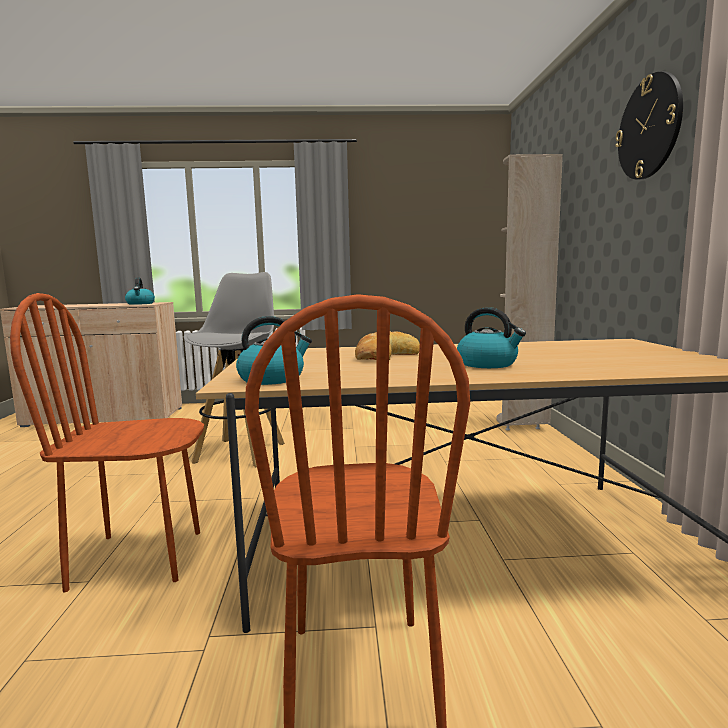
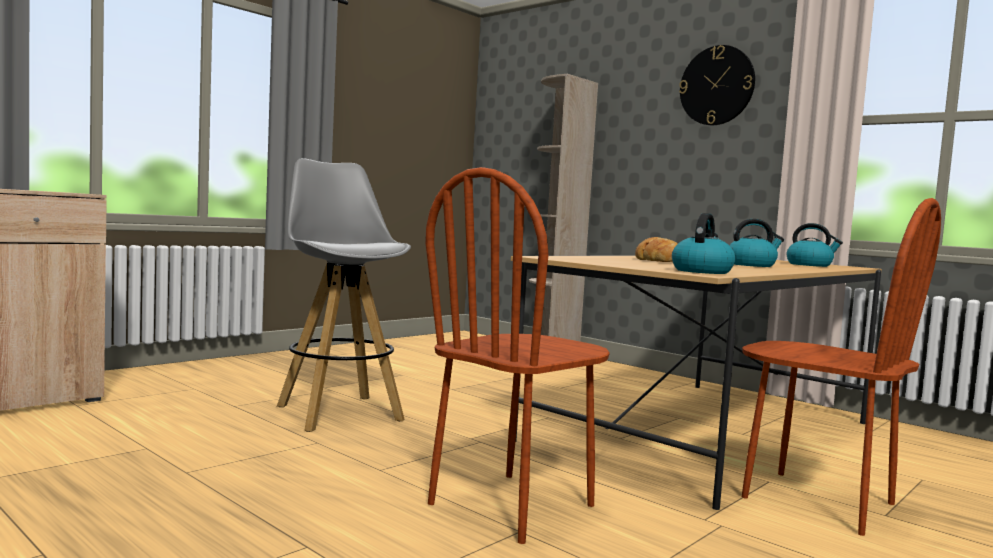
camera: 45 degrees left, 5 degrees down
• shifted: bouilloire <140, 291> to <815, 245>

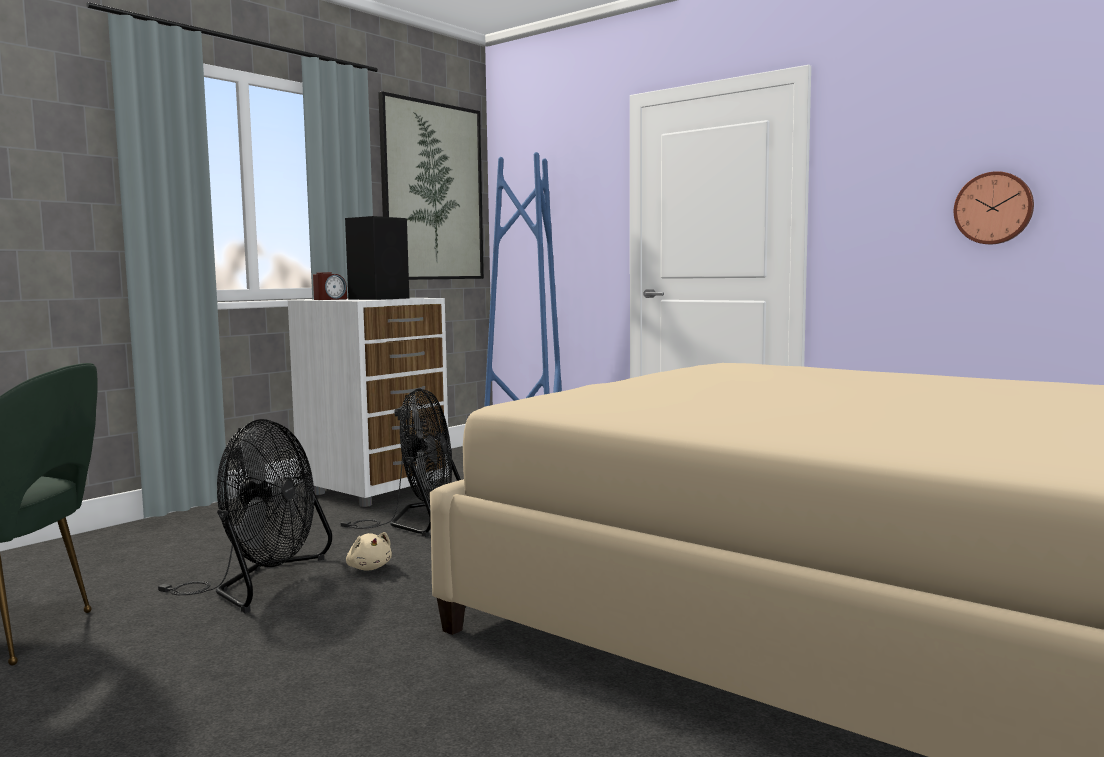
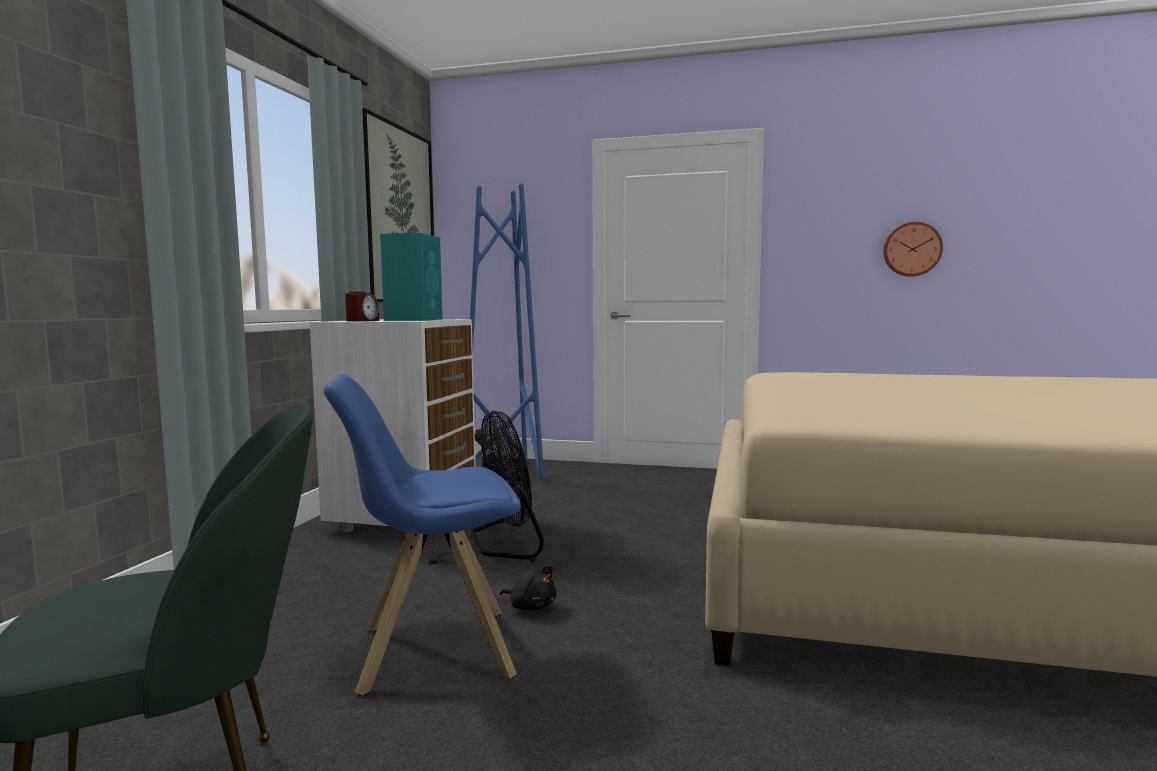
camera: 25 degrees left, 0 degrees up
• swapped: ventilateur [noir] <245, 516> to chaise [bleu] <422, 535>
• repainted: enceinte [noir] <377, 258> to enceinte [turquoise] <411, 277>
• repainted: peluche [beige] <369, 551> to peluche [noir] <528, 588>

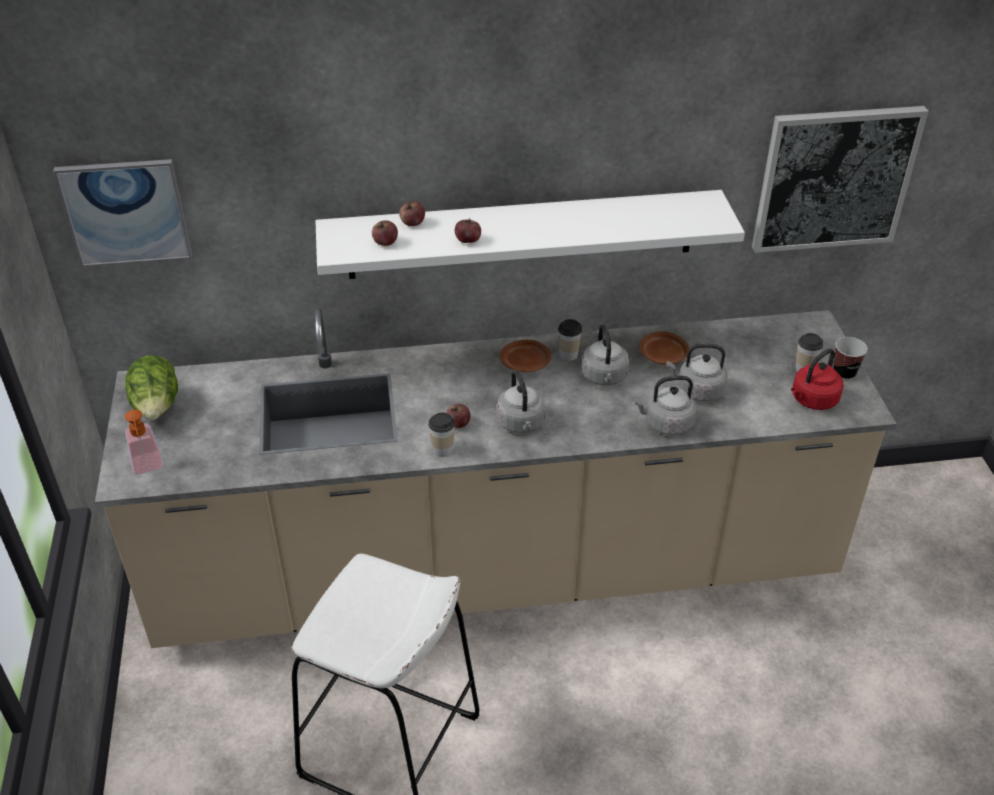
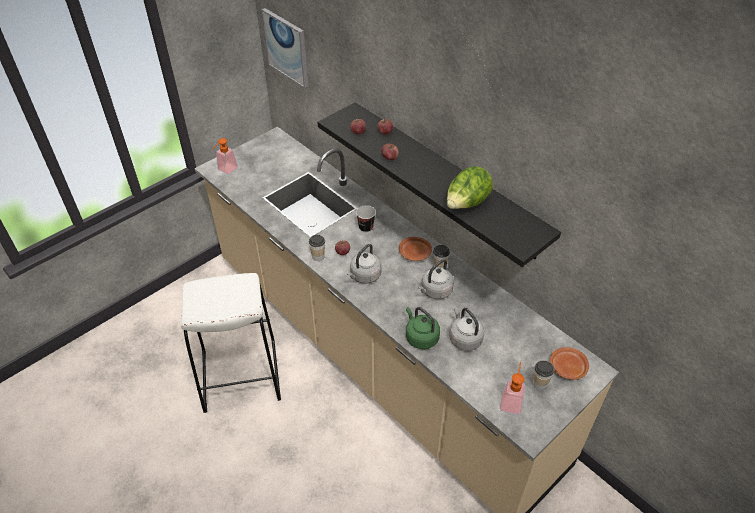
camera: 55 degrees right, 5 degrees up
• shifted: laitue <151, 387> to <470, 187>
• repainted: étagère [blanc] <530, 234> to étagère [noir] <439, 184>
• repainted: bouilloire [gris] <665, 405> to bouilloire [vert] <423, 328>
• shifted: assiette [marron] <664, 348> to <569, 363>
• gone: tableau <840, 179>
• swapped: bouilloire [rouge] <817, 379> to distributeur de savon <512, 388>
• shifted: tasse <850, 358> to <366, 218>

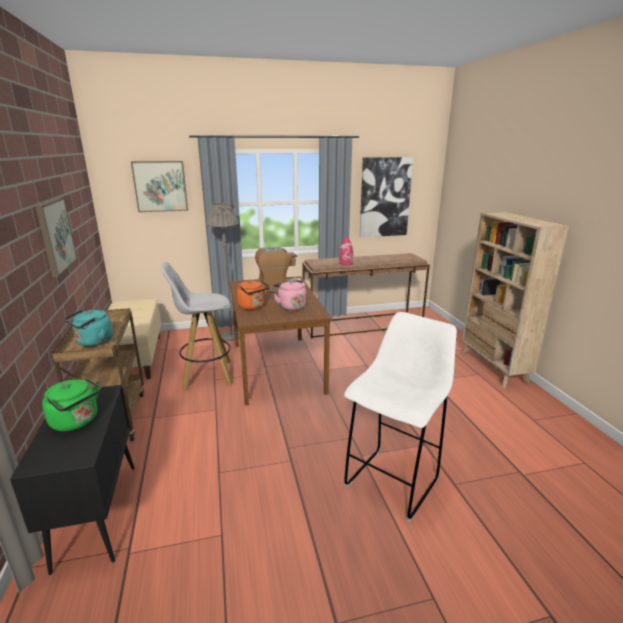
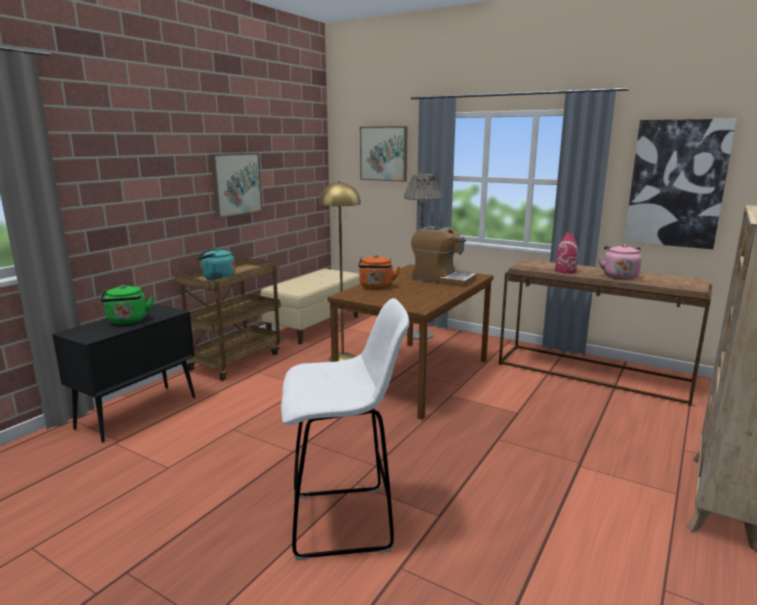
camera: 45 degrees right, 5 degrees down
• swapped: tabouret [blanc] <196, 326> to lampadaire [jaune] <340, 271>
• shifted: bouilloire [rose] <290, 295> to <619, 261>

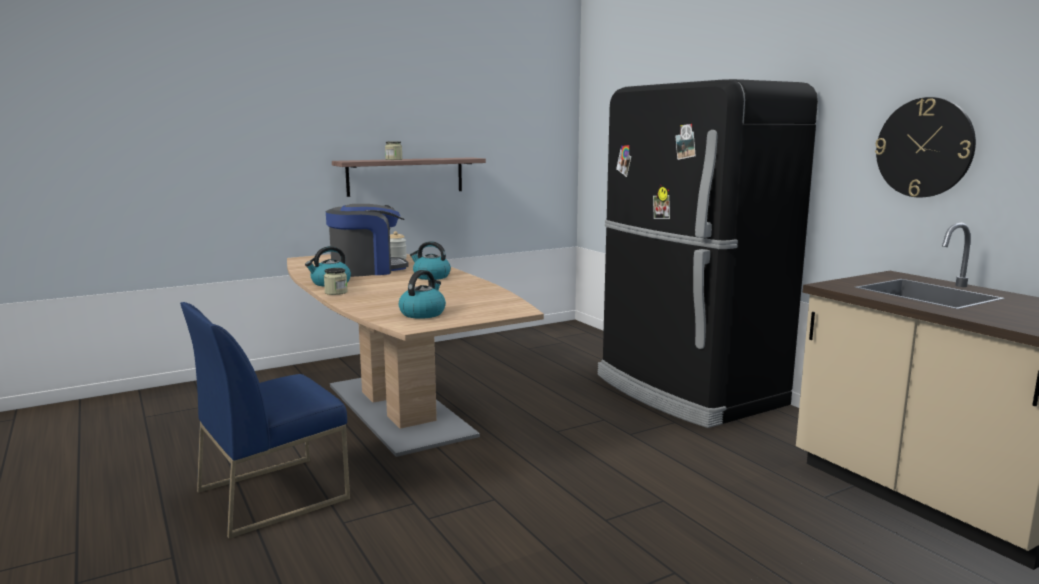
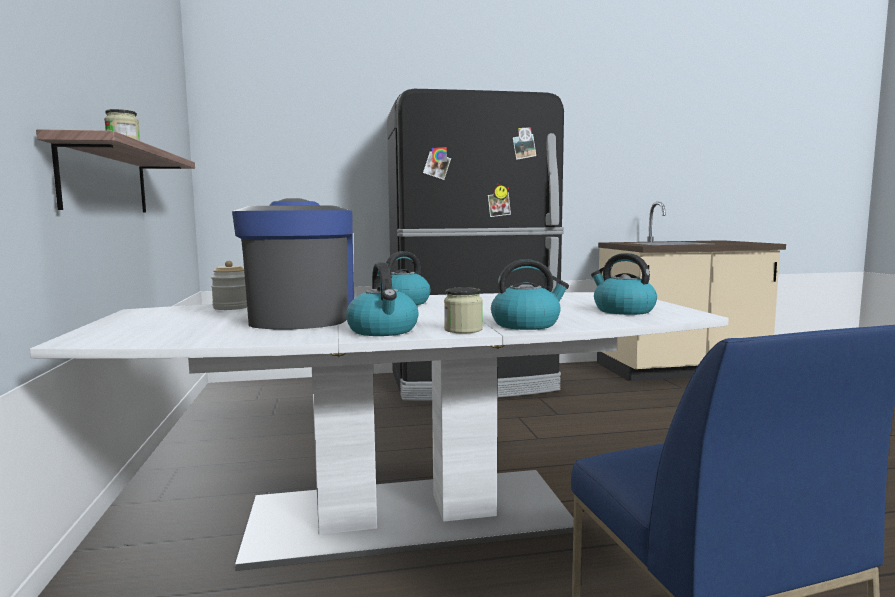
camera: 70 degrees left, 5 degrees down
• repainted: table à manger [marron] <415, 355> to table à manger [blanc] <379, 431>
• gone: horloge murale <925, 147>
• new: bouilloire <530, 294>

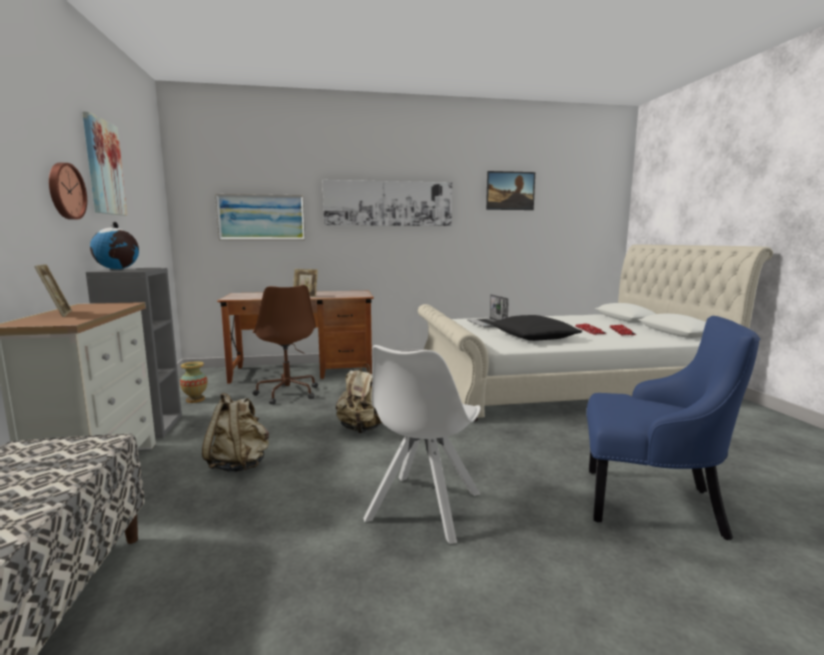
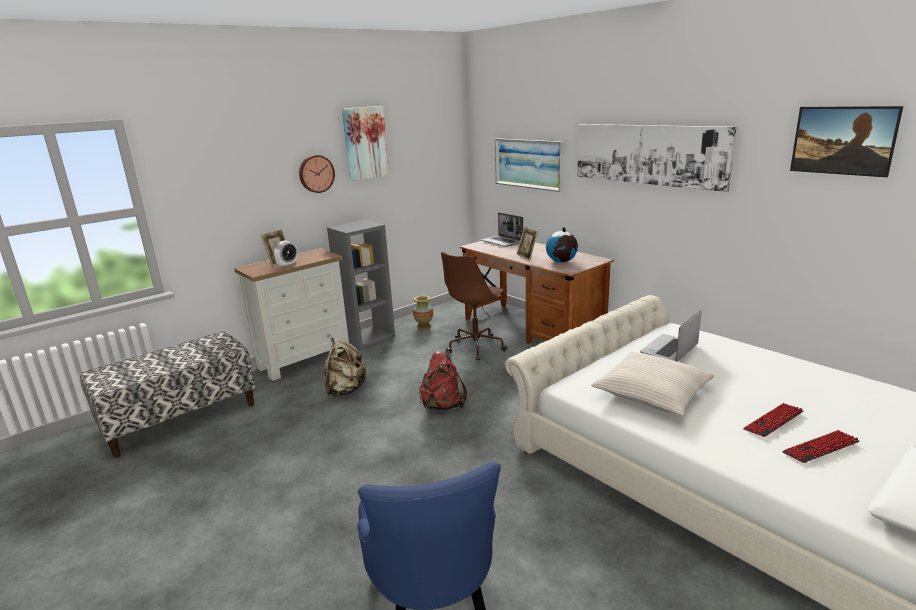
camera: 60 degrees right, 10 degrees up
• shifted: globe <114, 245> to <562, 245>
• repainted: sac à dos [beige] <359, 398> to sac à dos [rouge] <443, 381>
• gone: chaise [blanc] <422, 444>
• repainted: coussin [noir] <536, 328> to coussin [beige] <652, 384>
• new: réveil <286, 254>
• new: ordinateur portable <502, 229>

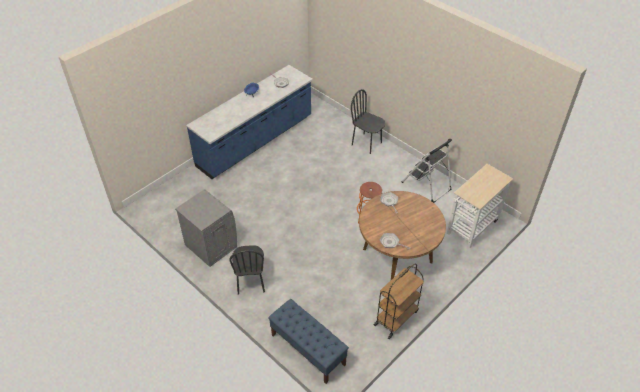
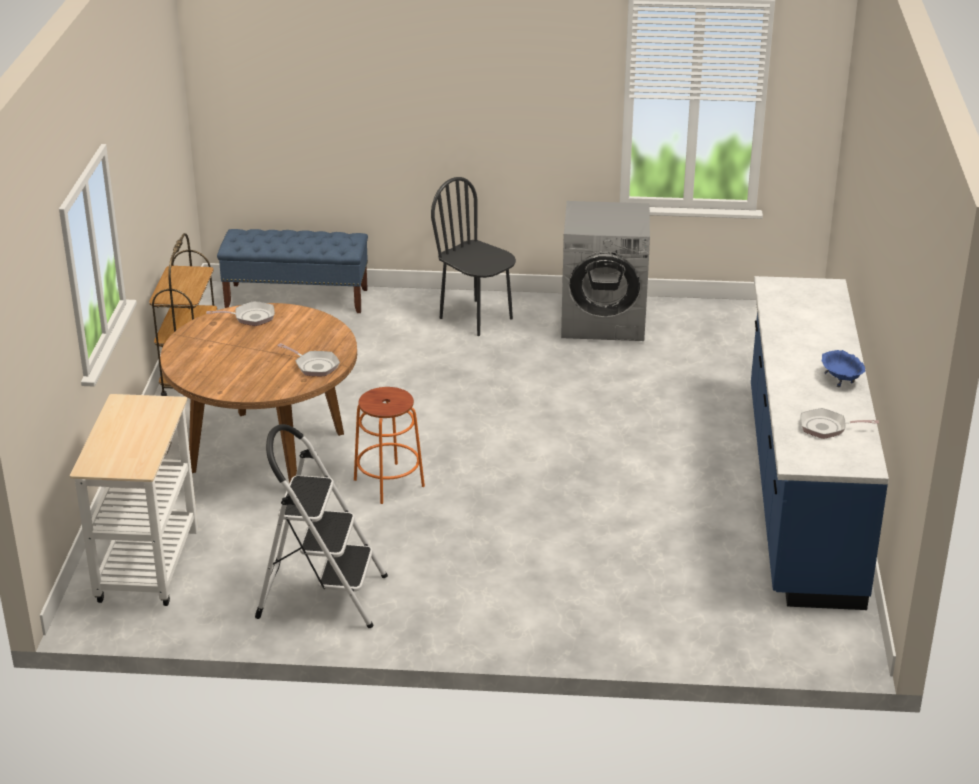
camera: 140 degrees right, 15 degrees down
• gone: chaise [noir] <368, 121>

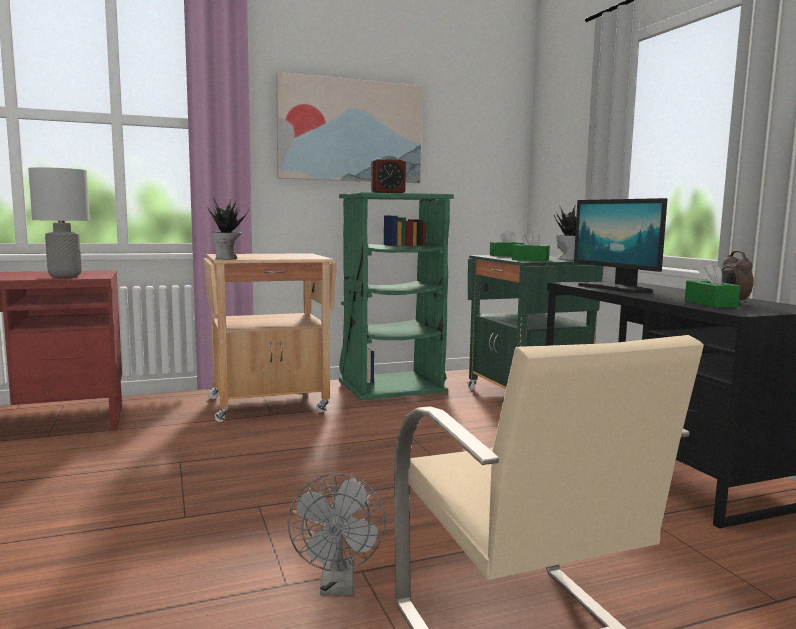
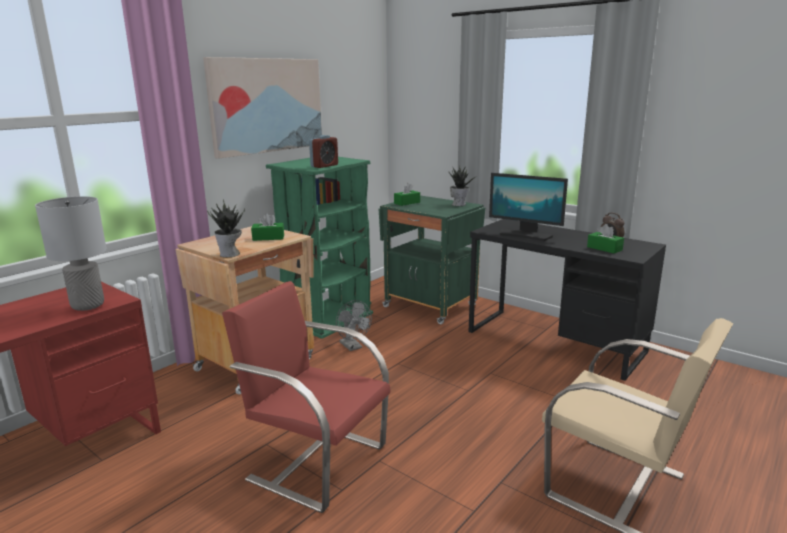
camera: 30 degrees left, 10 degrees up
• shifted: ventilateur [gris] <337, 534> to <354, 325>
• shifted: boîte à mouchoirs [vert] <531, 246> to <267, 227>
• new: chaise [rouge] <306, 397>

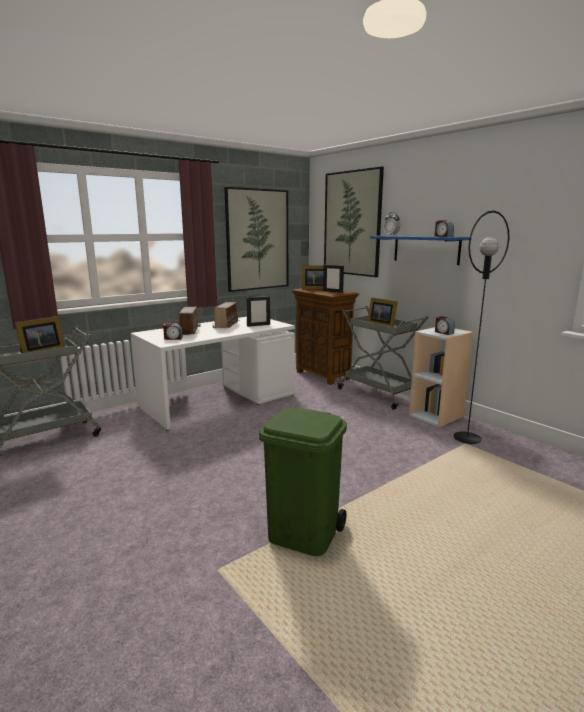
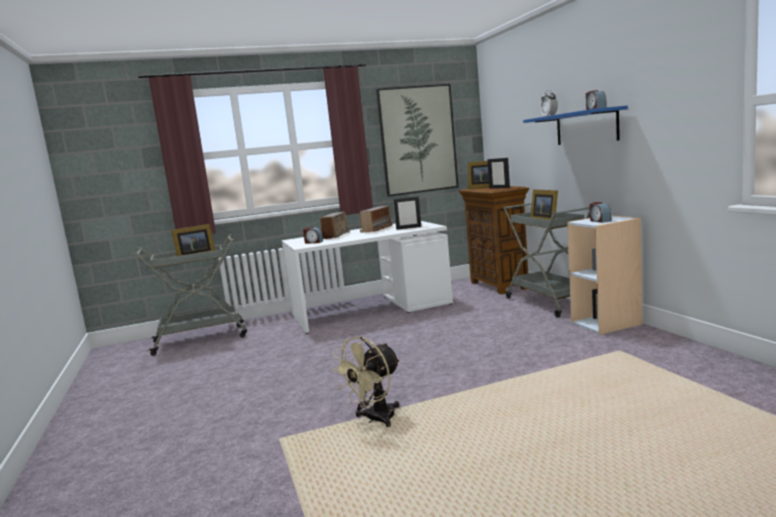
camera: 20 degrees right, 5 degrees down
• swapped: poubelle [vert] <303, 482> to ventilateur [beige] <365, 382>
• gone: tableau <354, 222>
• gone: lampadaire [noir] <481, 327>

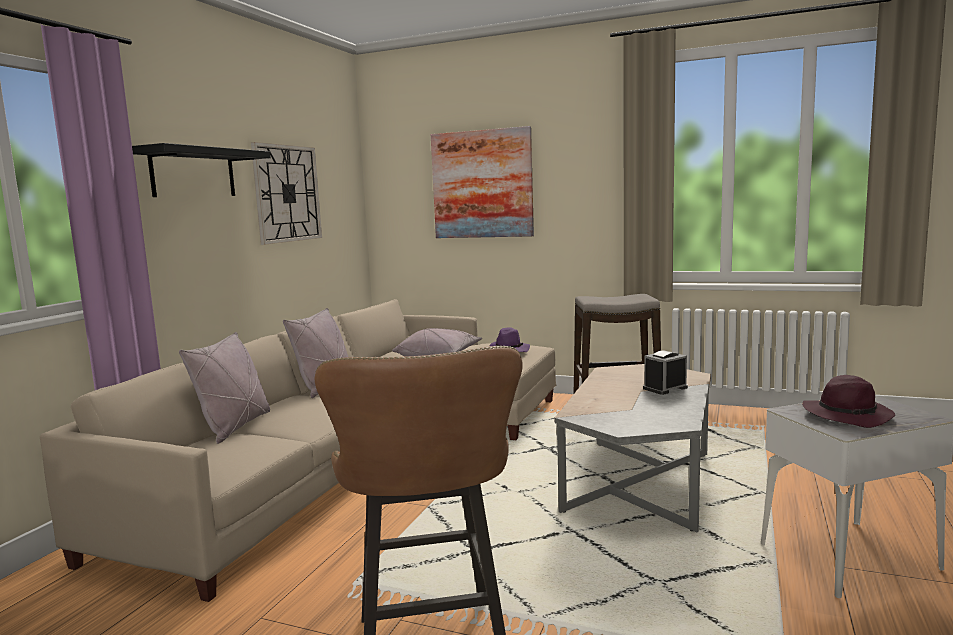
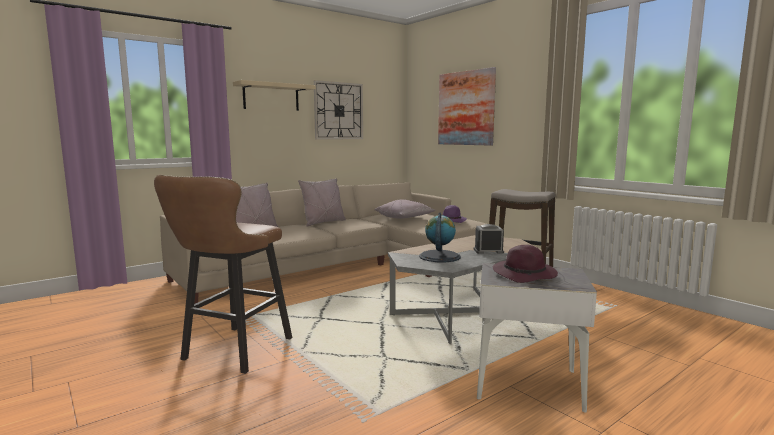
camera: 30 degrees right, 0 degrees up
• repainted: étagère [noir] <201, 170> to étagère [beige] <274, 95>
• new: globe <440, 237>

